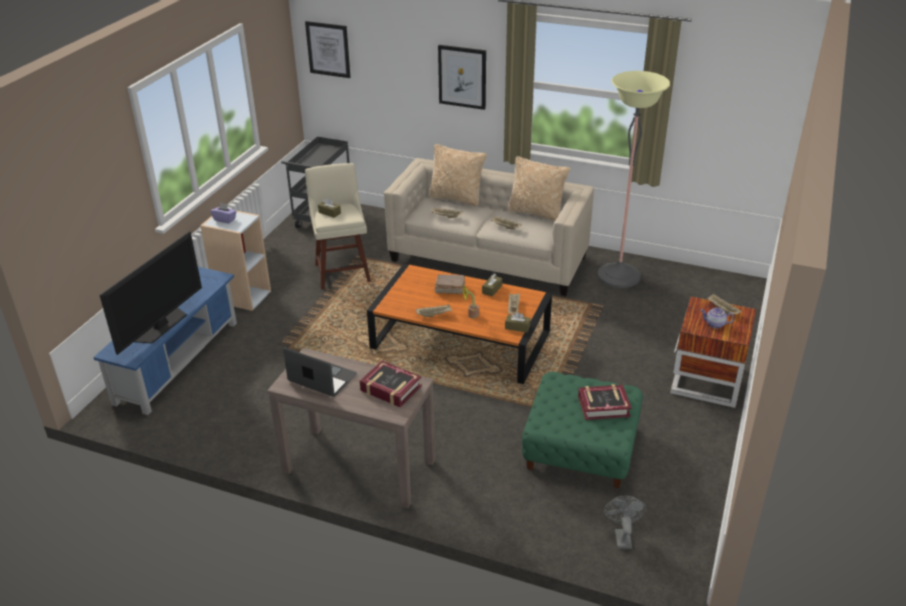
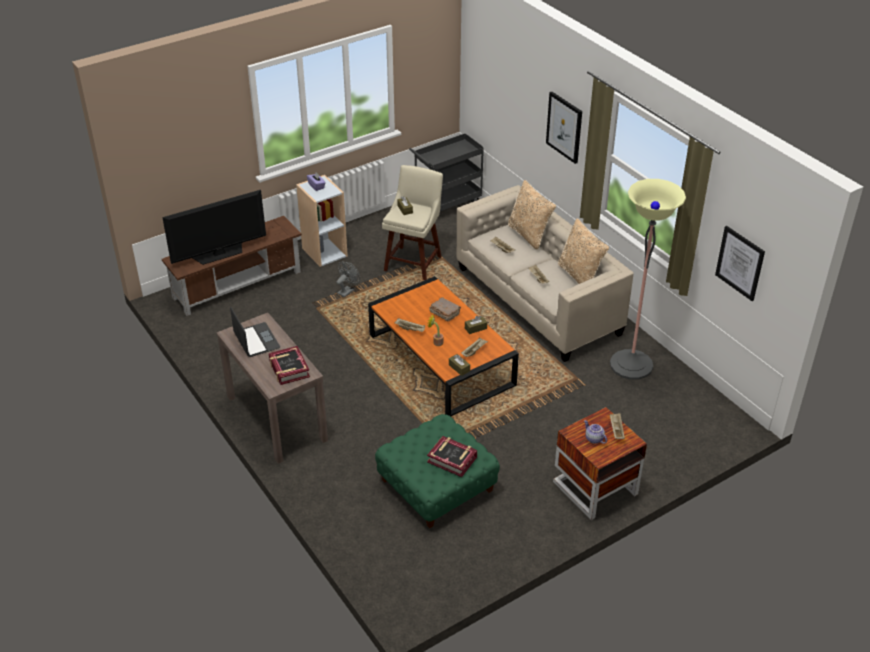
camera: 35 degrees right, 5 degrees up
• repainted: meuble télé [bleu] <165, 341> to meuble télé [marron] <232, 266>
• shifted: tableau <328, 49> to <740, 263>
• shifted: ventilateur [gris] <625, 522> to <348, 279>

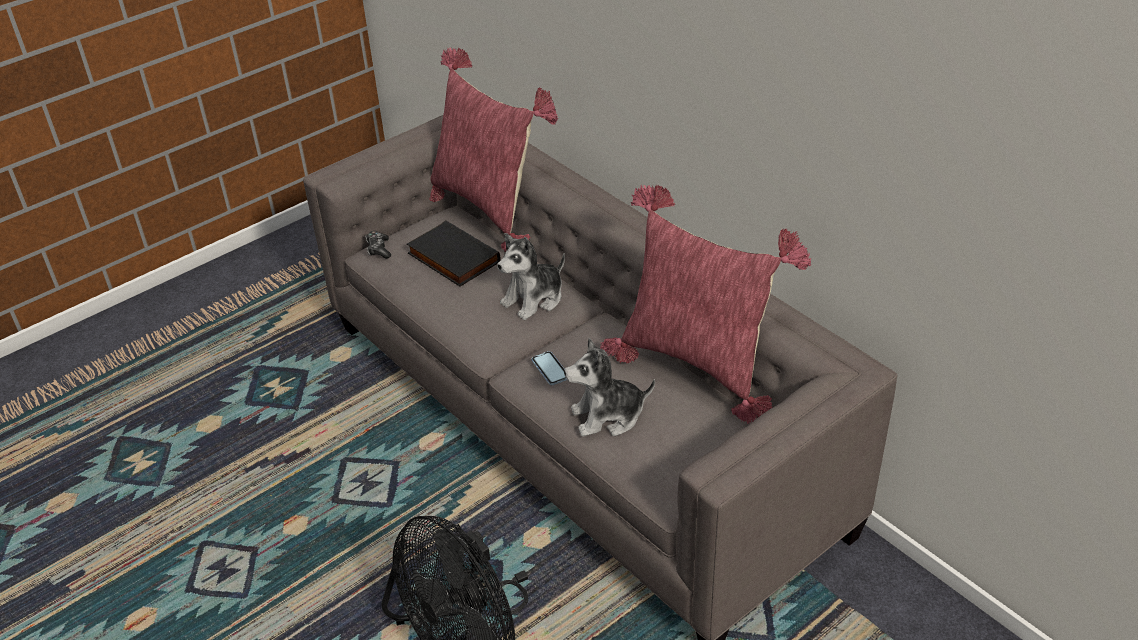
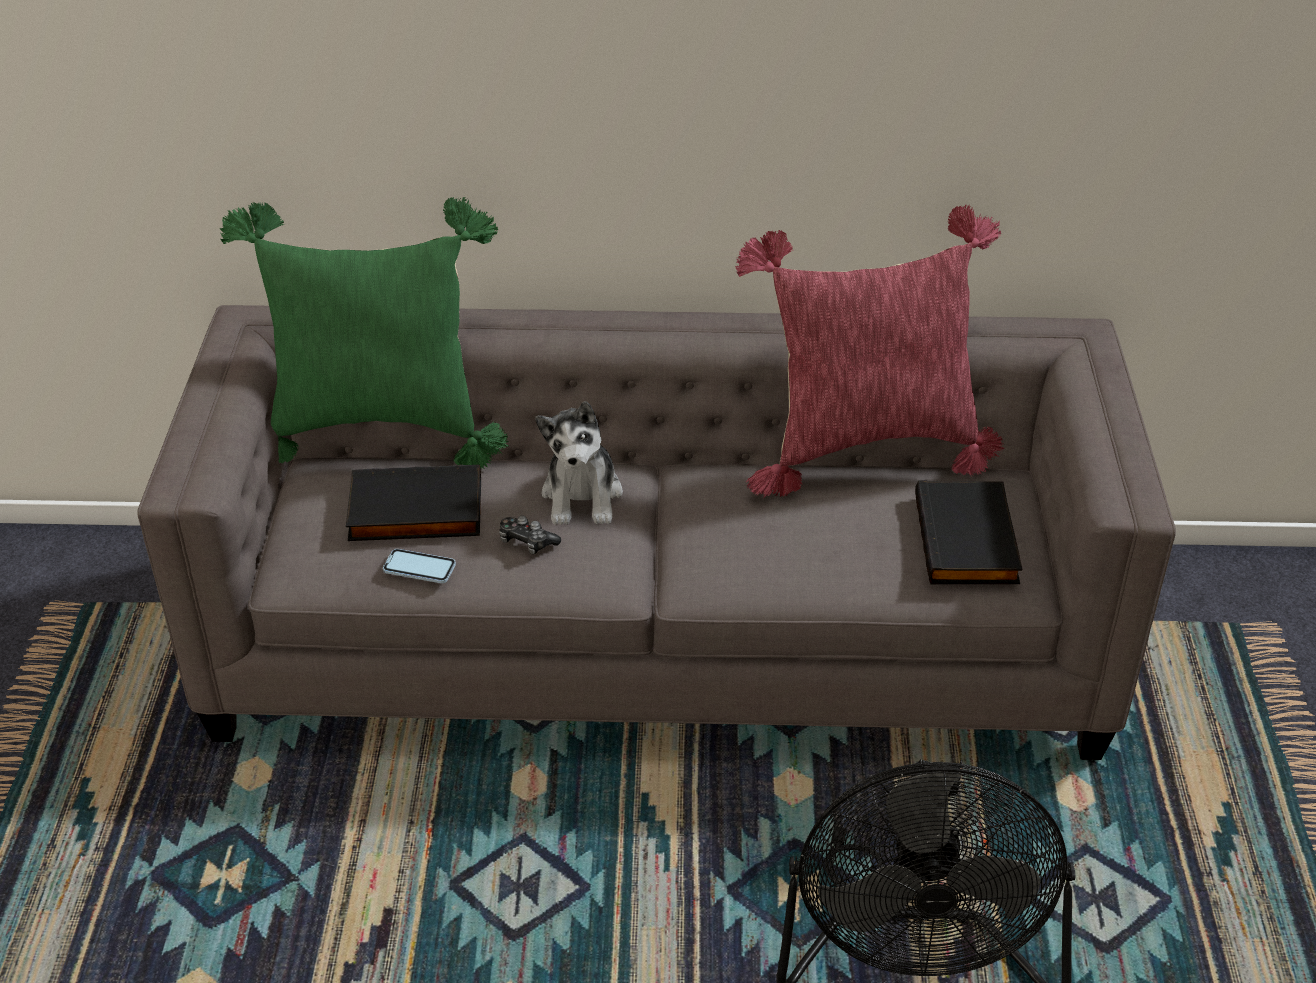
camera: 50 degrees left, 0 degrees up
• shifted: manette <378, 245> to <530, 534>
• repainted: coussin [rouge] <493, 149> to coussin [vert] <364, 333>
• shifted: téléphone <549, 368> to <419, 566>
• gone: peluche <609, 387>
• new: livre [noir] <968, 532>

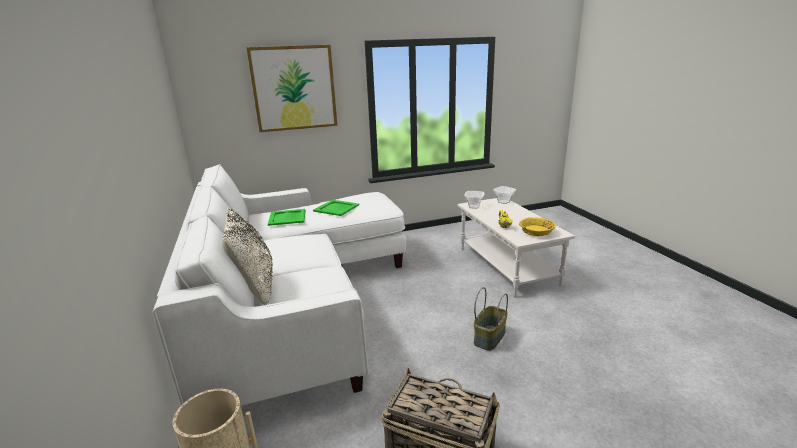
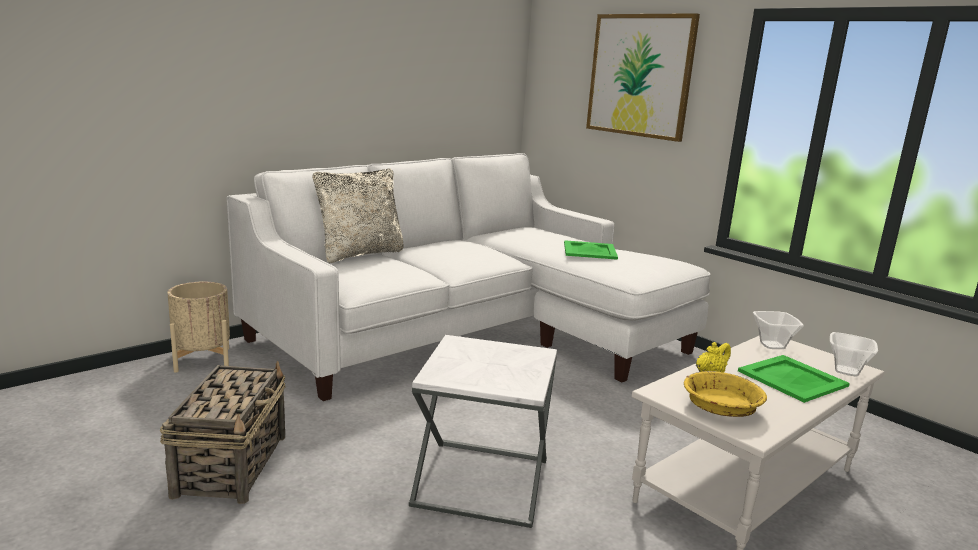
camera: 65 degrees right, 5 degrees down
• shifted: plateau [vert] <286, 217> to <794, 379>
• swapped: panier <491, 319> to table d'appoint [blanc] <483, 431>

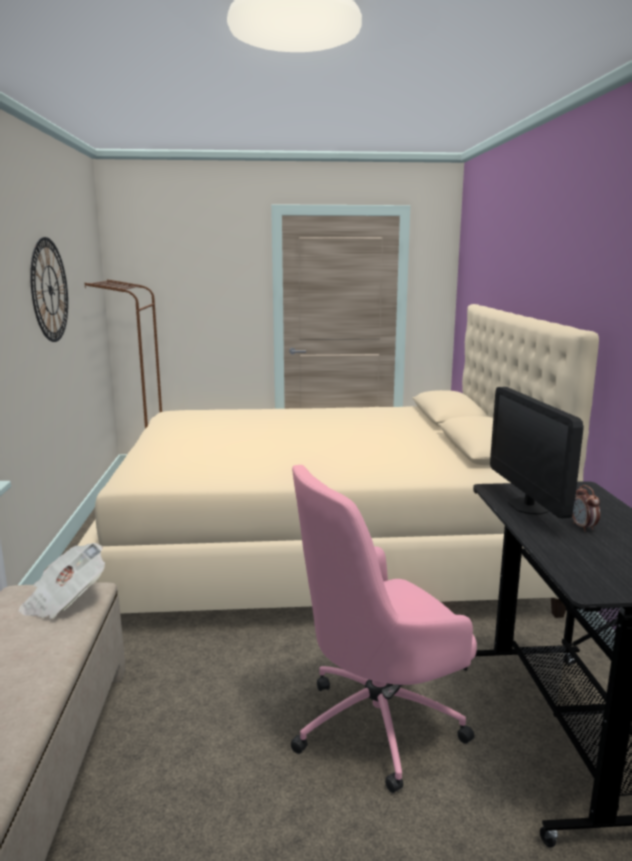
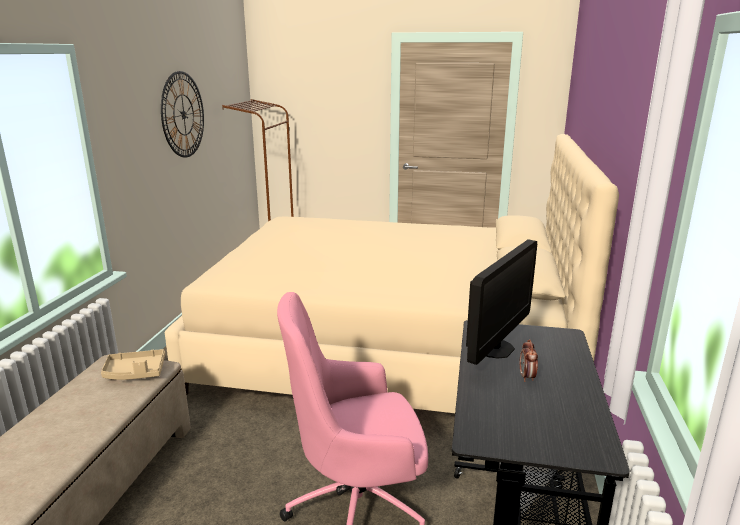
camera: 15 degrees right, 5 degrees up
• swapped: journal <62, 581> to plateau [beige] <133, 364>
• rotated: écran d'ordinateur <537, 452> = <501, 302> 150 degrees counterclockwise

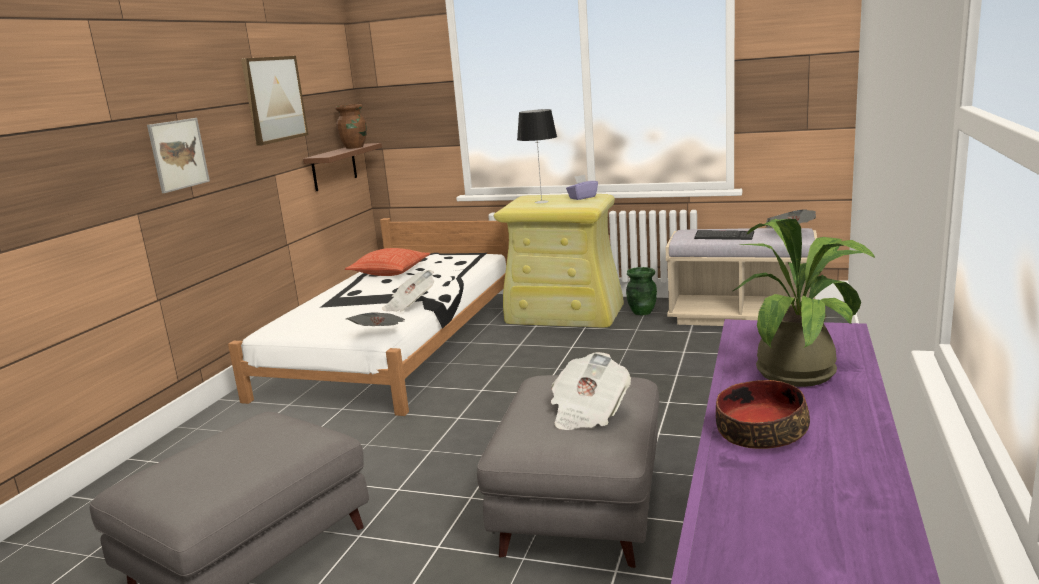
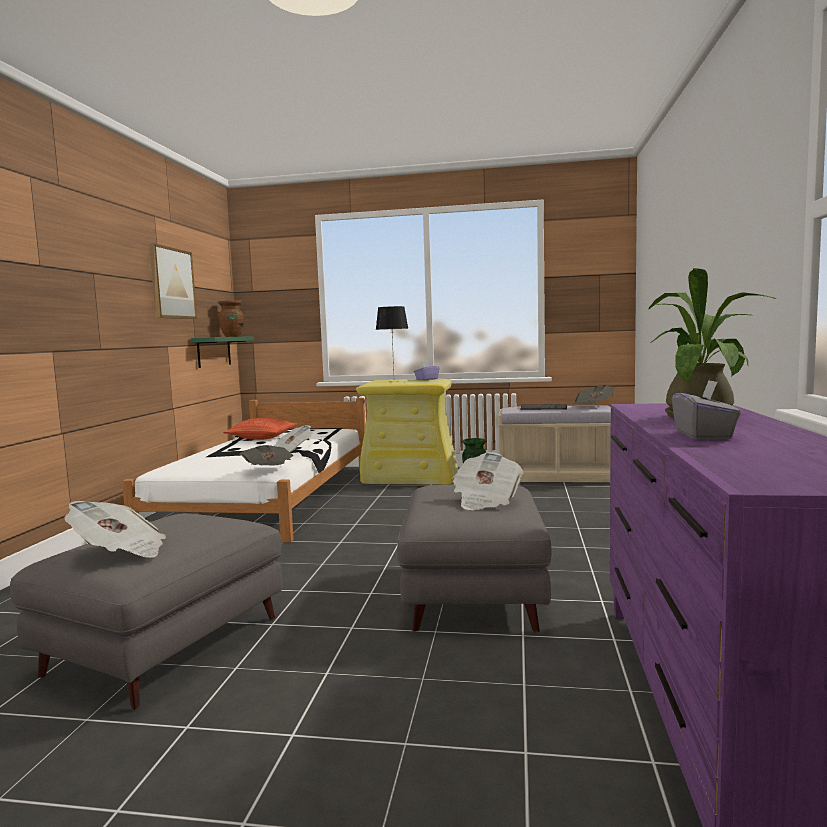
camera: 10 degrees left, 10 degrees down
• gone: tableau <178, 155>
• repainted: étagère [marron] <342, 167> to étagère [vert] <222, 352>
• swapped: bol <763, 414> to boîte à mouchoirs [gris] <706, 410>
• new: journal <115, 529>

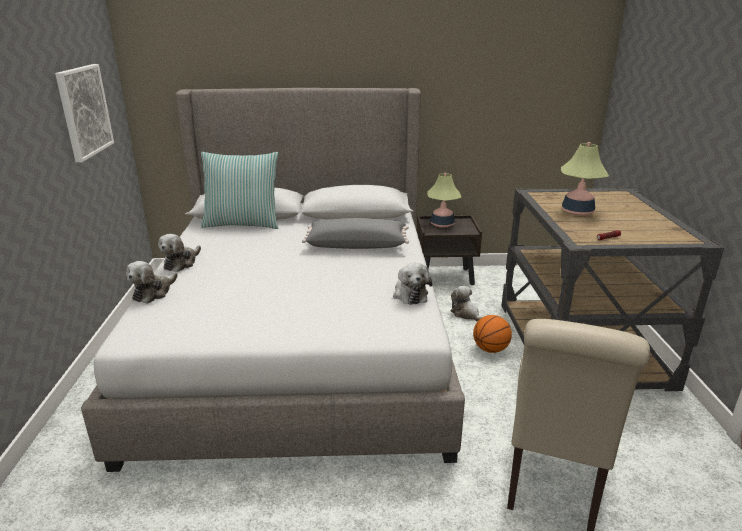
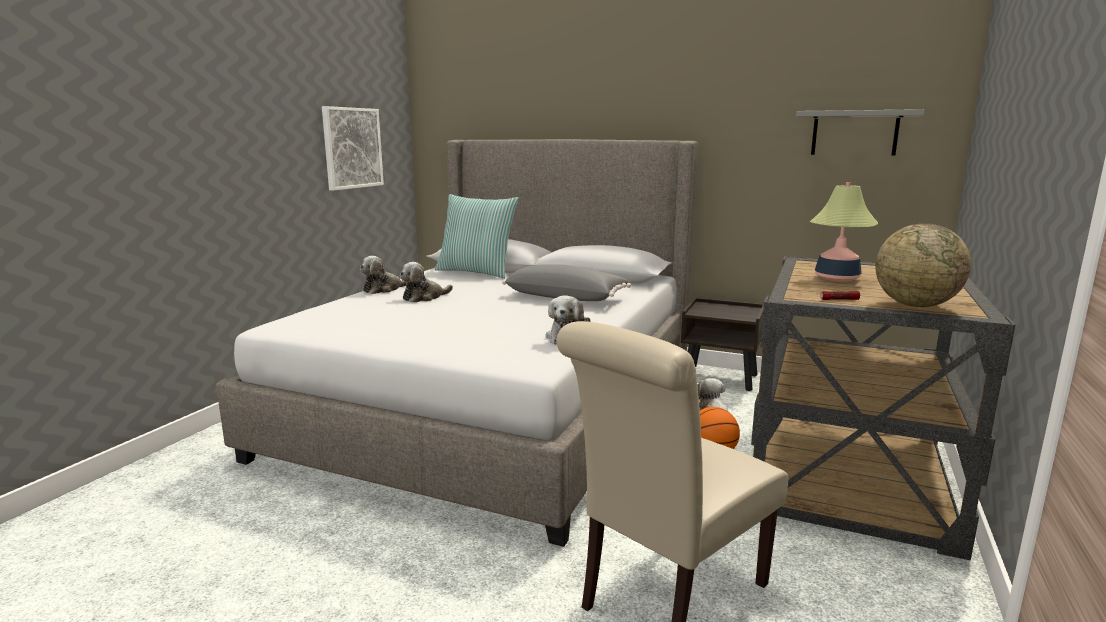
camera: 25 degrees right, 10 degrees down
• shifted: peluche <152, 282> to <426, 282>
• gone: lampe de table <444, 200>
• new: étagère [gris] <860, 132>
• new: globe <923, 265>

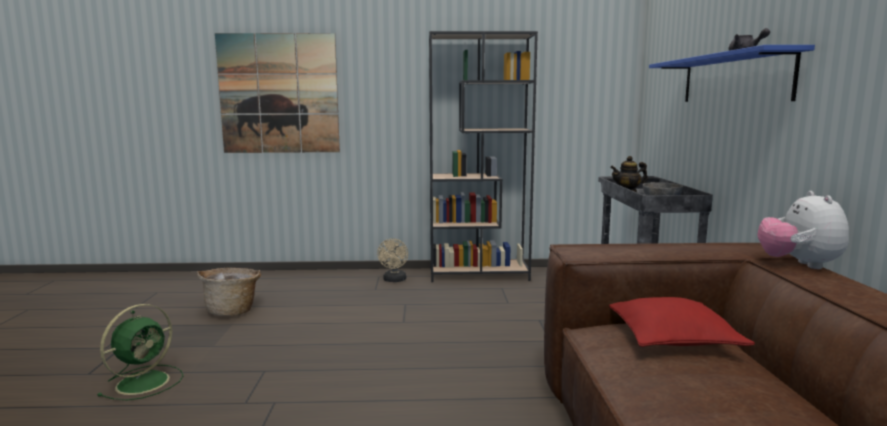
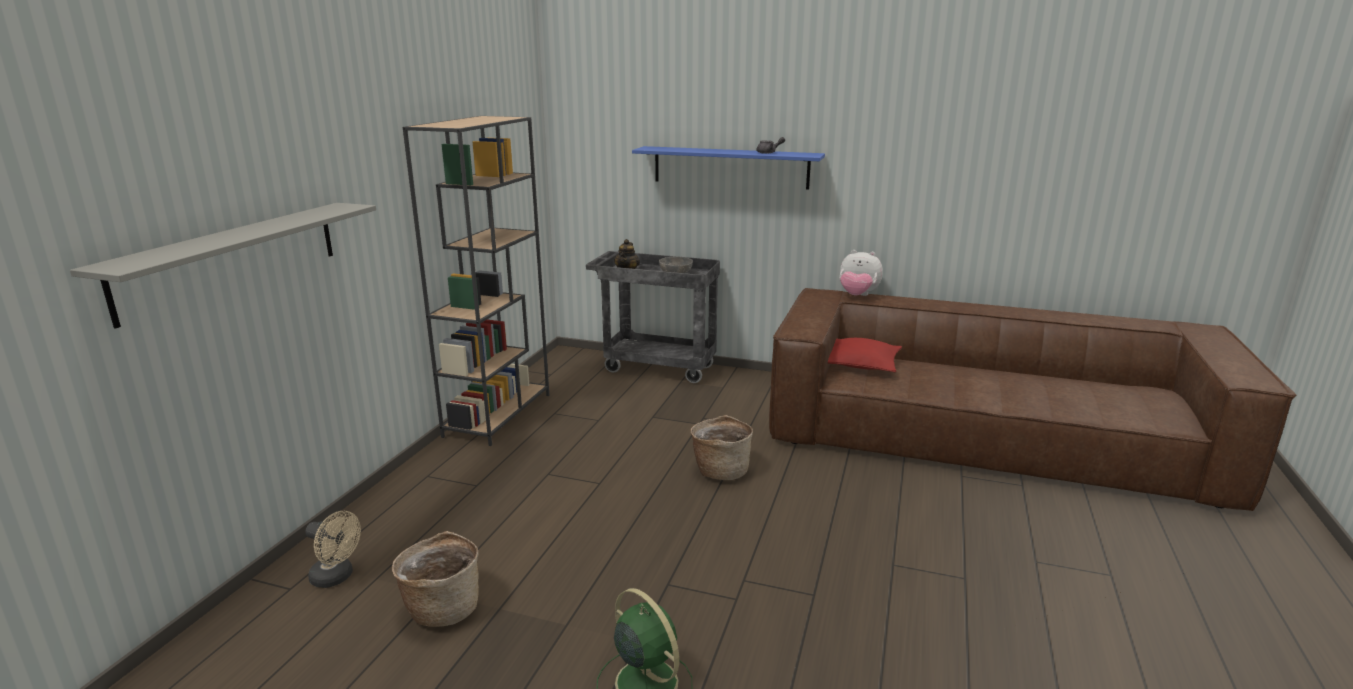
camera: 70 degrees left, 10 degrees up
• swapped: tableau <277, 93> to étagère [gris] <223, 266>
• shifted: ventilateur [beige] <392, 260> to <333, 549>
• new: panier <722, 447>

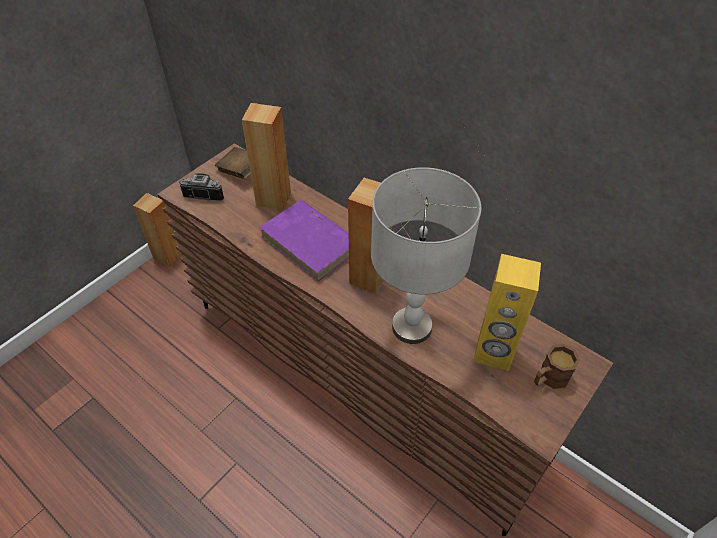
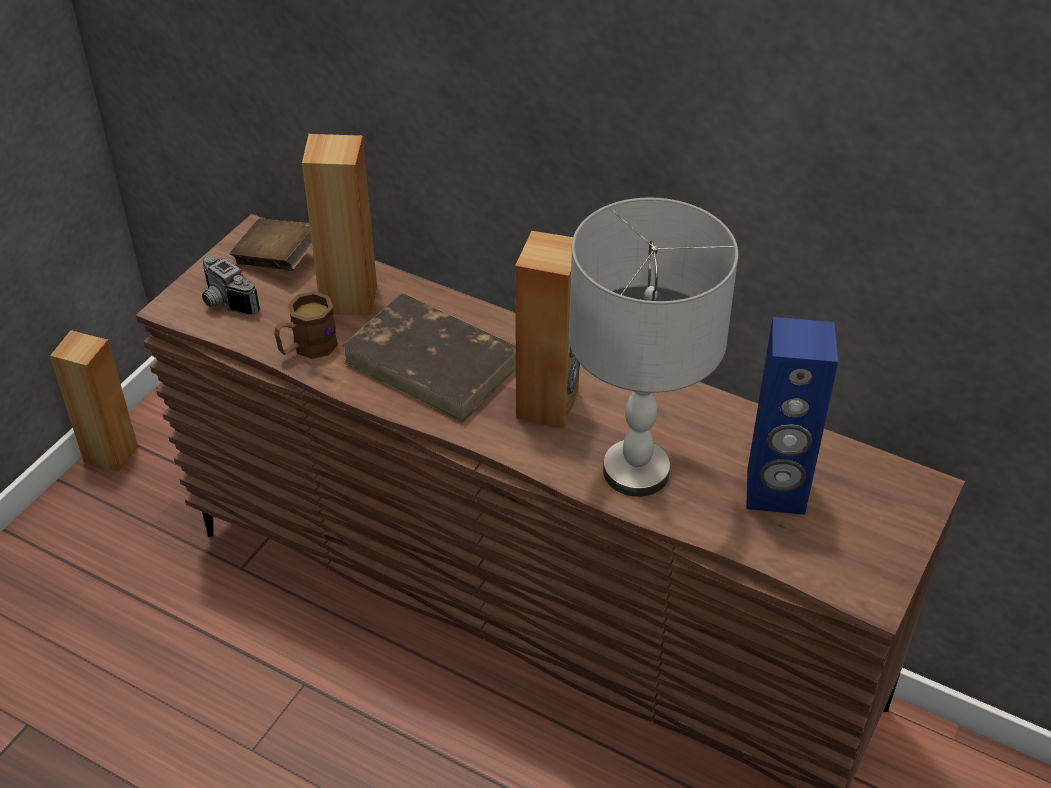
camera: 10 degrees left, 5 degrees down
• rotated: appareil photo <201, 187> = <231, 285> 135 degrees counterclockwise
• repainted: livre [violet] <304, 241> to livre [marron] <429, 358>
• repainted: enceinte [jaune] <507, 312> to enceinte [bleu] <792, 416>
• shifted: mug [marron] <557, 366> to <306, 325>

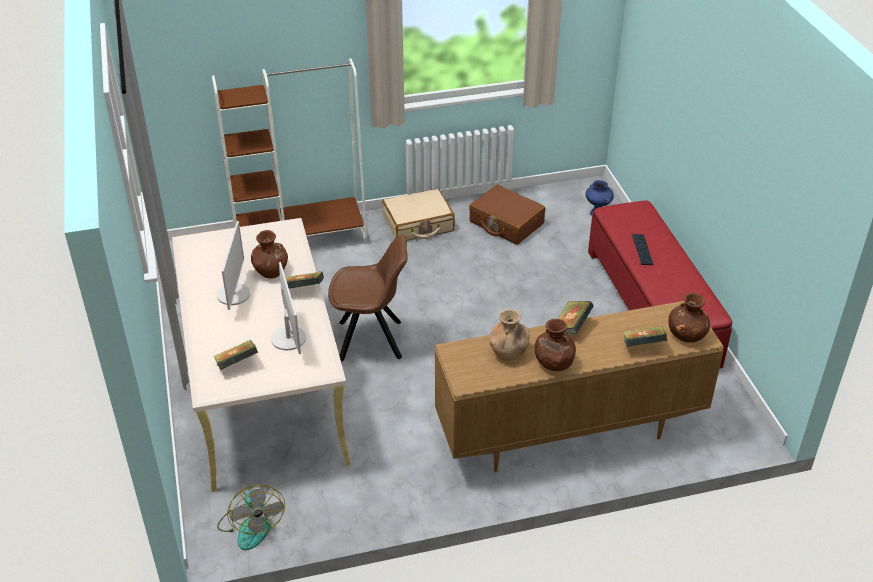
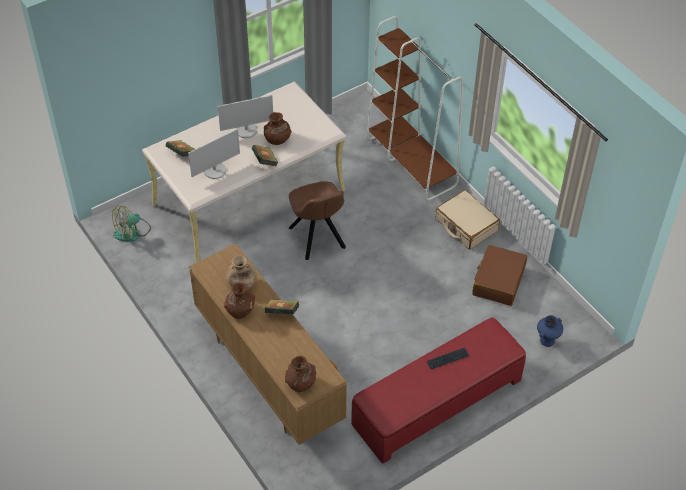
camera: 70 degrees right, 10 degrees up
• gone: livre <645, 337>

